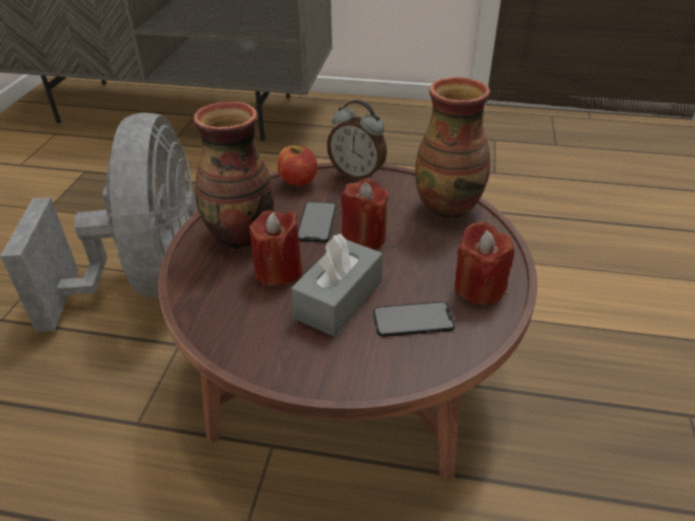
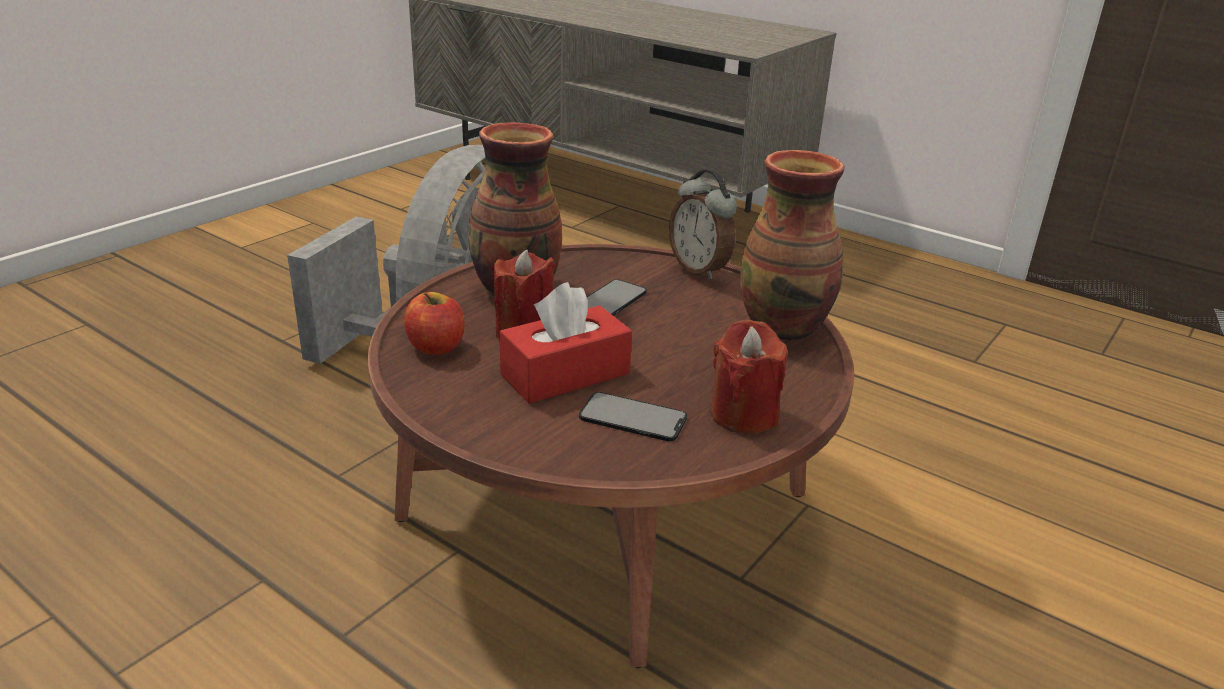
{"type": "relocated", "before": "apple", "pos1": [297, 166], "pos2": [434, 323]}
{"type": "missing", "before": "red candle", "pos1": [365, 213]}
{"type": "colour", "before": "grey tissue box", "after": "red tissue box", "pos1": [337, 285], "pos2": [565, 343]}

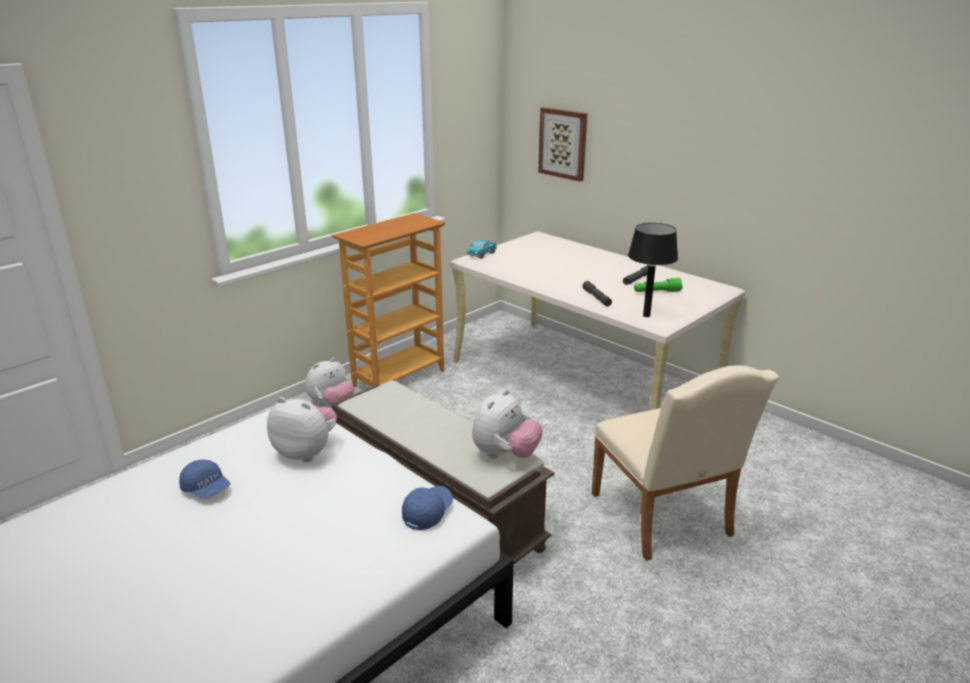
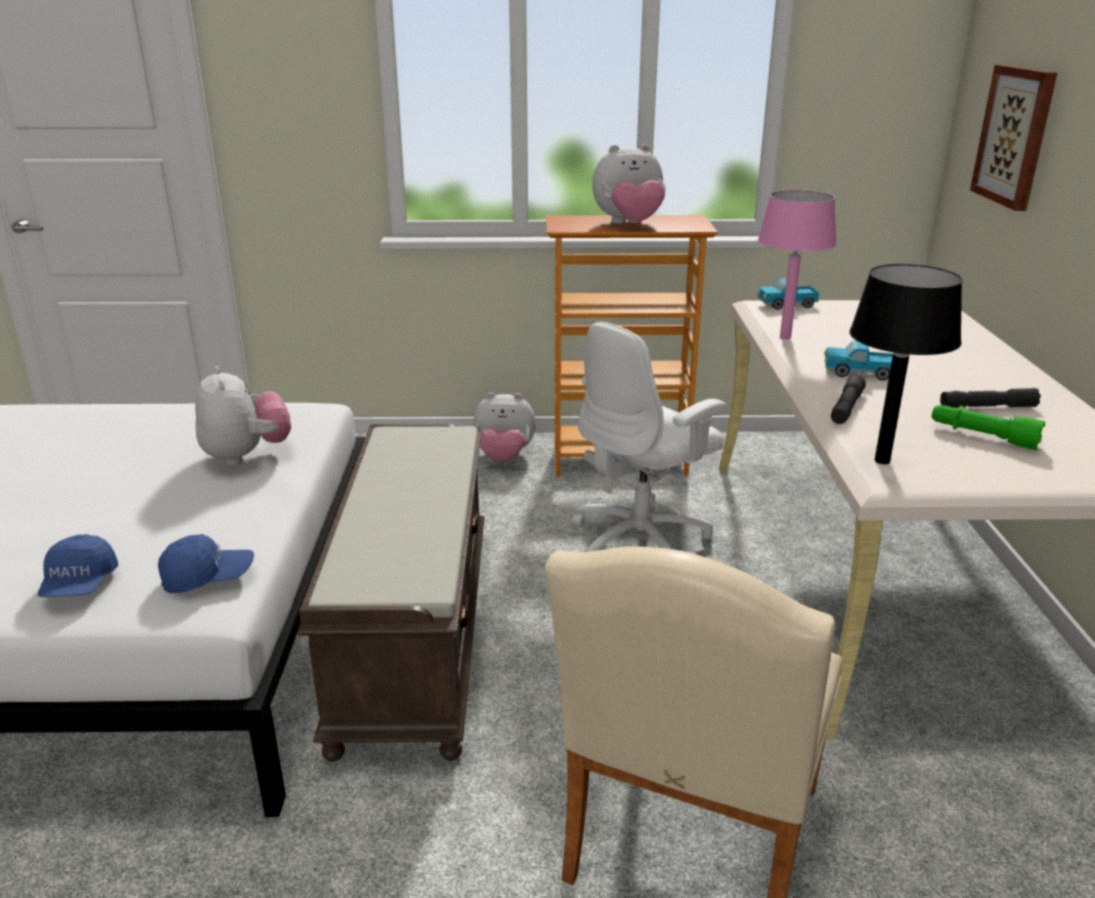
{"type": "relocated", "before": "plush toy", "pos1": [507, 423], "pos2": [629, 184]}
{"type": "relocated", "before": "blue cap", "pos1": [204, 479], "pos2": [78, 565]}
{"type": "appeared", "after": "pink table lamp", "pos2": [797, 265]}
{"type": "appeared", "after": "white office chair", "pos2": [648, 437]}
{"type": "appeared", "after": "toy truck", "pos2": [858, 360]}

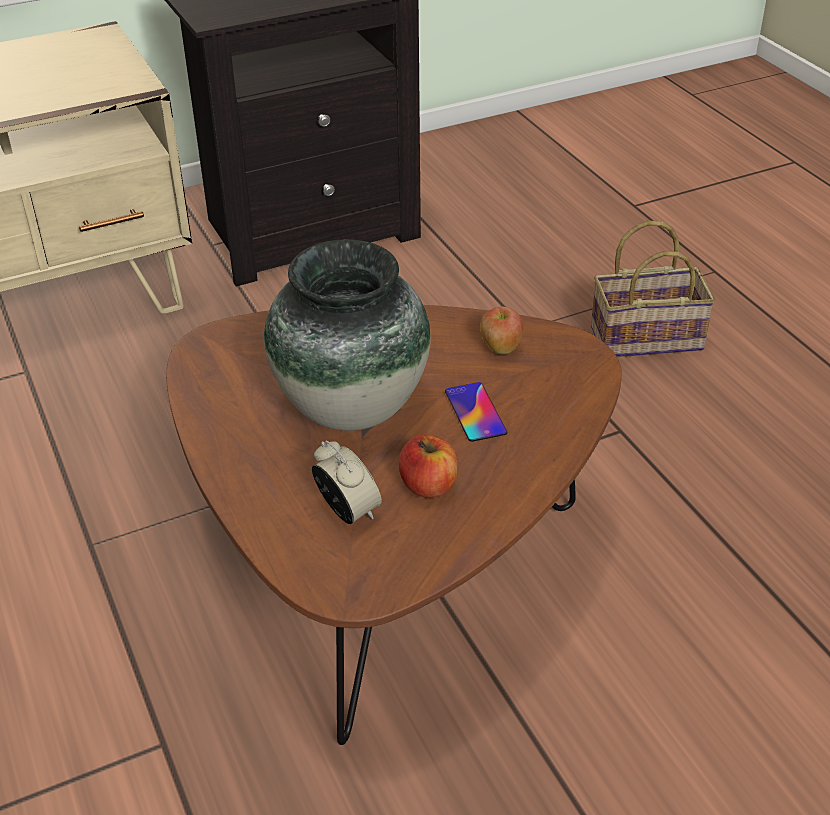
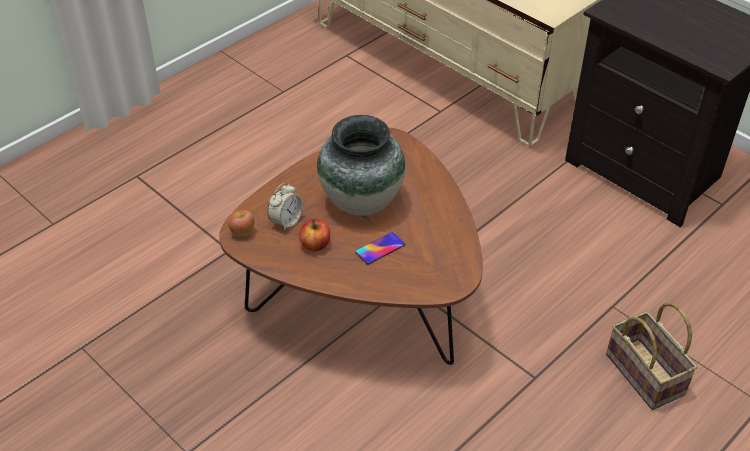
{"type": "relocated", "before": "apple", "pos1": [501, 330], "pos2": [241, 223]}

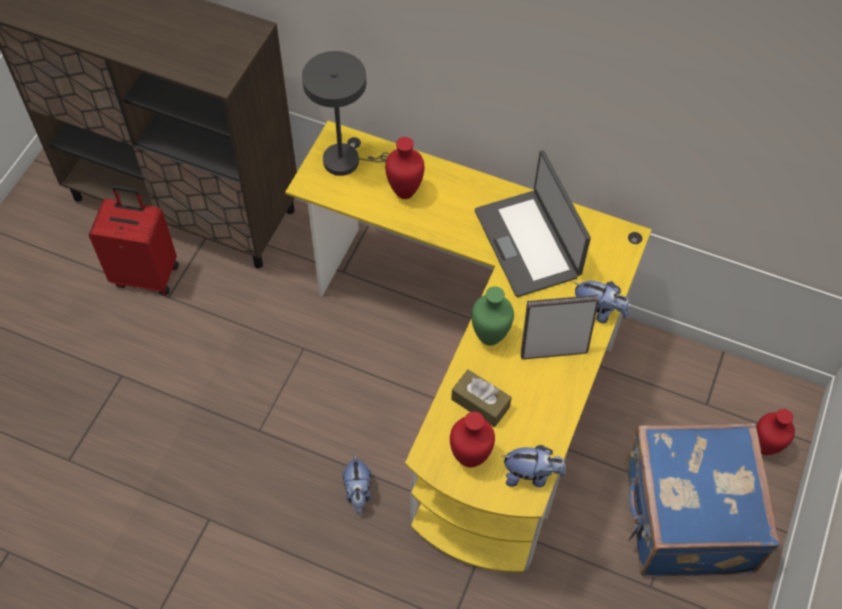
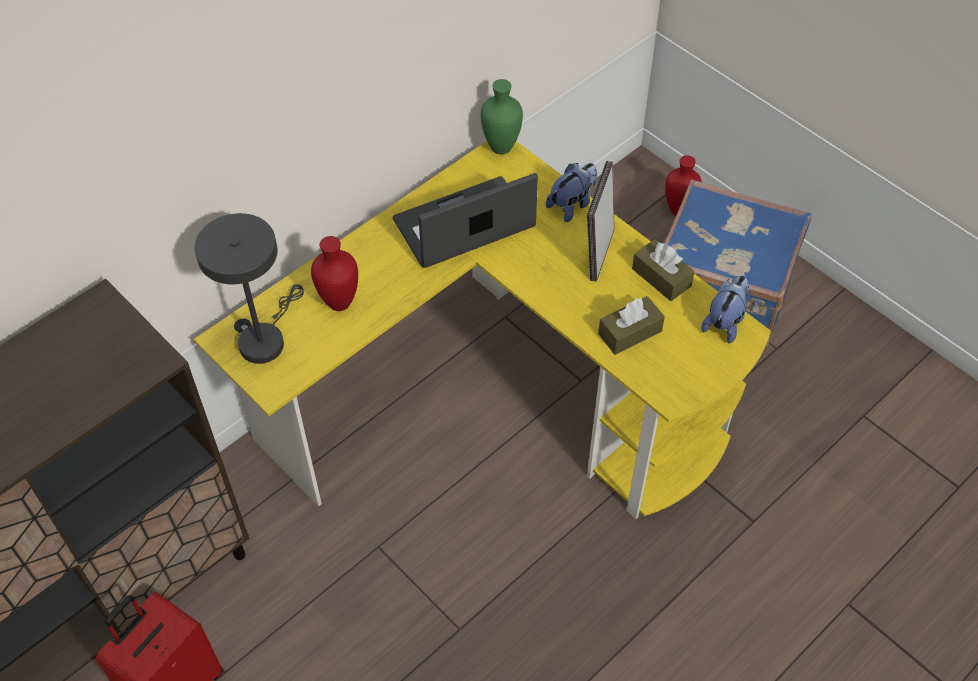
{"type": "spun", "before": "laptop", "pos1": [533, 223], "pos2": [465, 220], "turn": 150}
{"type": "relocated", "before": "green vase", "pos1": [492, 316], "pos2": [502, 116]}
{"type": "missing", "before": "red vase", "pos1": [472, 439]}
{"type": "missing", "before": "plush toy", "pos1": [356, 484]}
{"type": "appeared", "after": "brown tissue box", "pos2": [663, 270]}

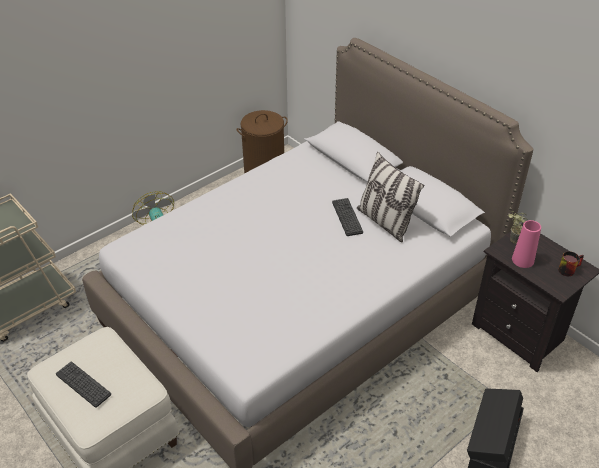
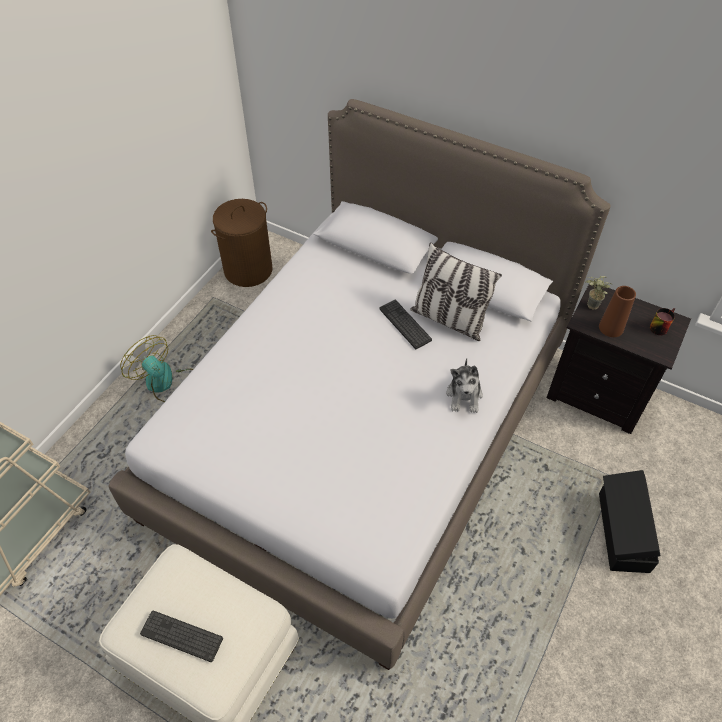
{"type": "colour", "before": "pink vase", "after": "brown vase", "pos1": [526, 244], "pos2": [617, 311]}
{"type": "appeared", "after": "plush toy", "pos2": [464, 385]}

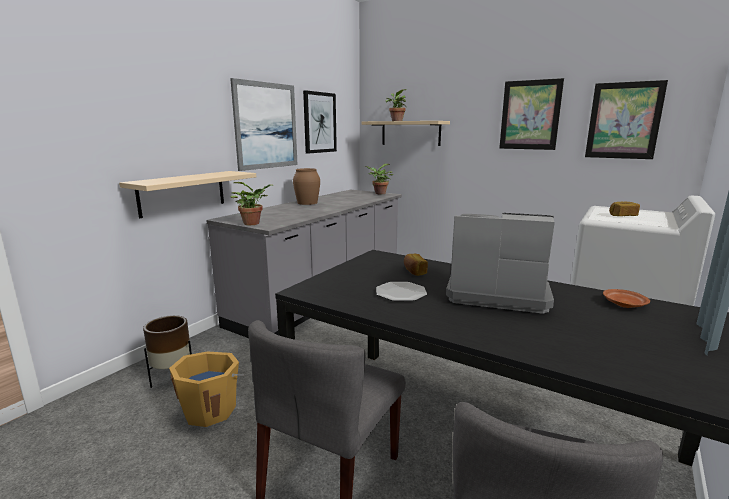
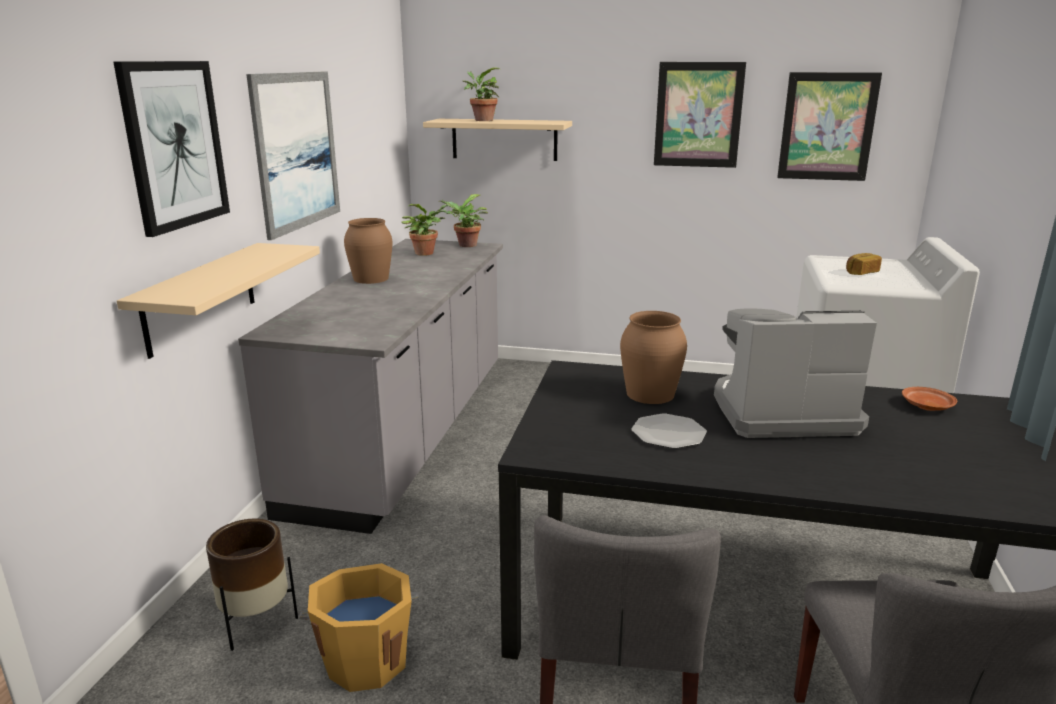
{"type": "relocated", "before": "picture", "pos1": [320, 122], "pos2": [171, 149]}
{"type": "relocated", "before": "potted plant", "pos1": [251, 203], "pos2": [426, 230]}
{"type": "exchanged", "before": "bread", "after": "brown vase", "pos1": [416, 265], "pos2": [653, 357]}

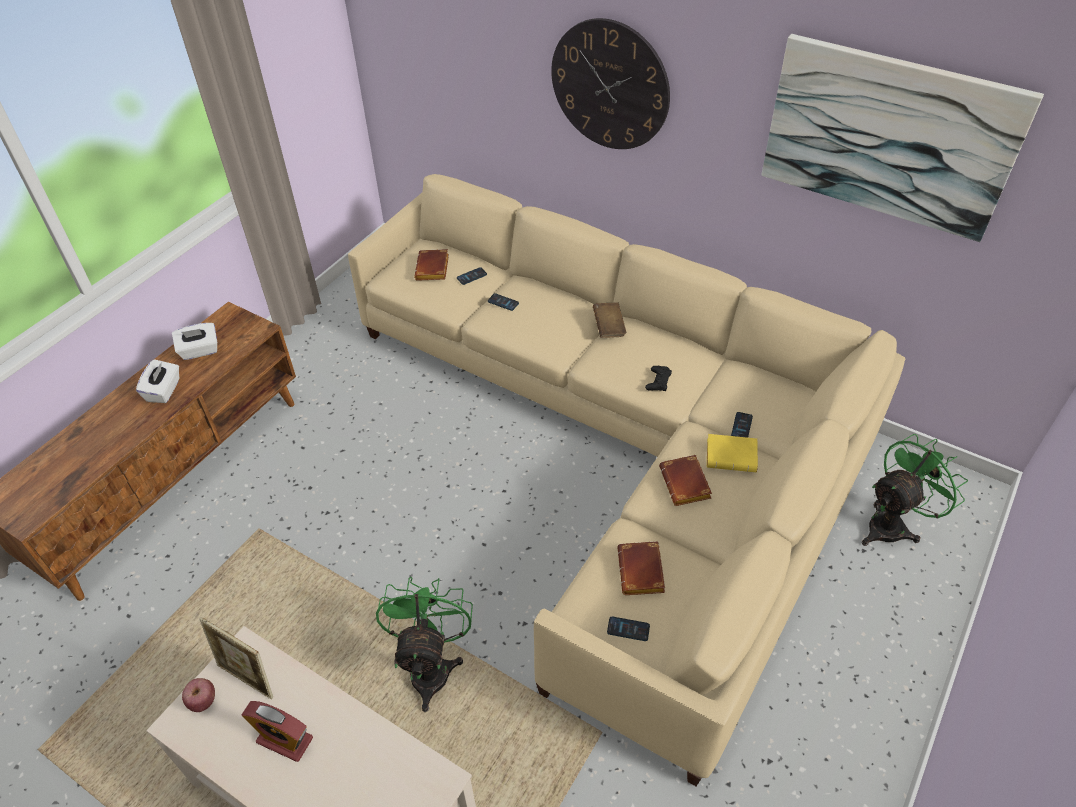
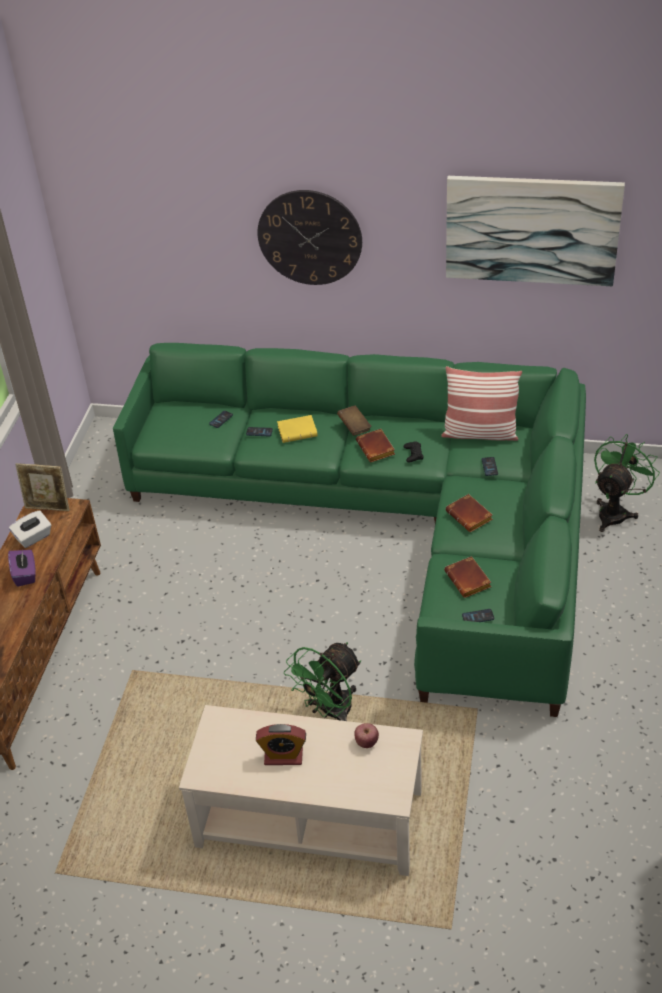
{"type": "colour", "before": "beige sofa", "after": "green sofa", "pos1": [626, 480], "pos2": [349, 530]}
{"type": "relocated", "before": "brown book", "pos1": [431, 265], "pos2": [375, 445]}
{"type": "colour", "before": "white tissue box", "after": "purple tissue box", "pos1": [157, 381], "pos2": [22, 568]}
{"type": "relocated", "before": "yellow book", "pos1": [732, 453], "pos2": [297, 429]}
{"type": "spun", "before": "green fan", "pos1": [424, 644], "pos2": [322, 681], "turn": -120}
{"type": "relocated", "before": "picture frame", "pos1": [236, 658], "pos2": [42, 487]}
{"type": "relocated", "before": "apple", "pos1": [198, 695], "pos2": [366, 735]}
{"type": "appeared", "after": "pillow", "pos2": [481, 403]}

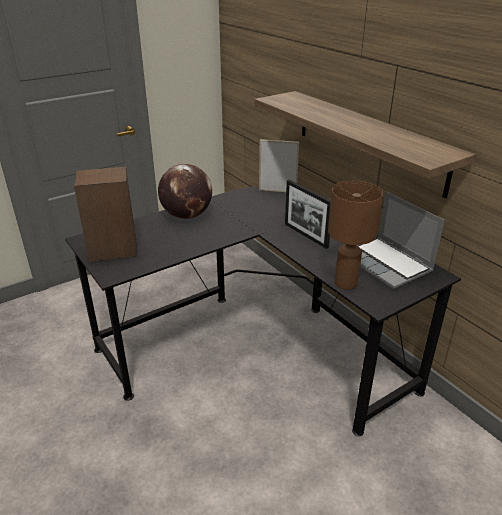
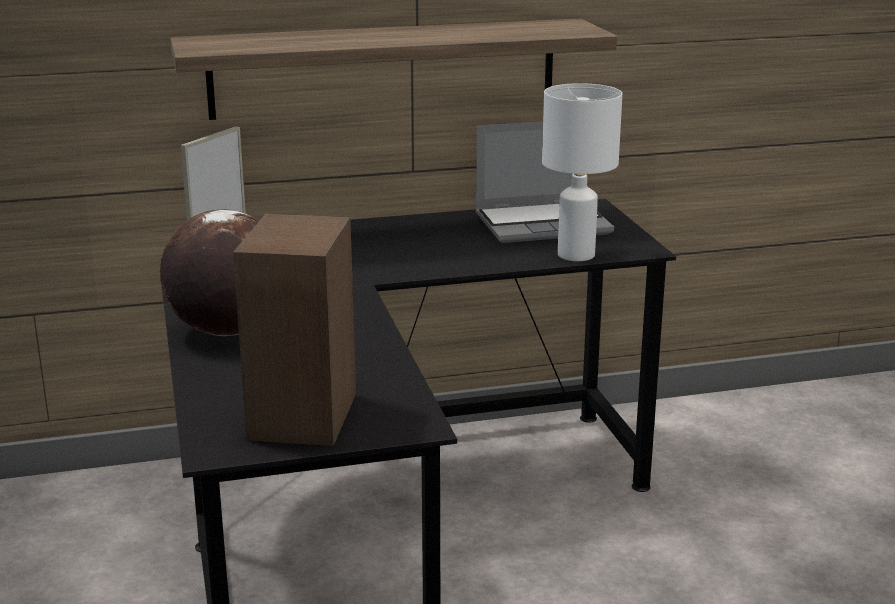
{"type": "missing", "before": "picture frame", "pos1": [308, 214]}
{"type": "colour", "before": "brown table lamp", "after": "white table lamp", "pos1": [355, 235], "pos2": [582, 172]}

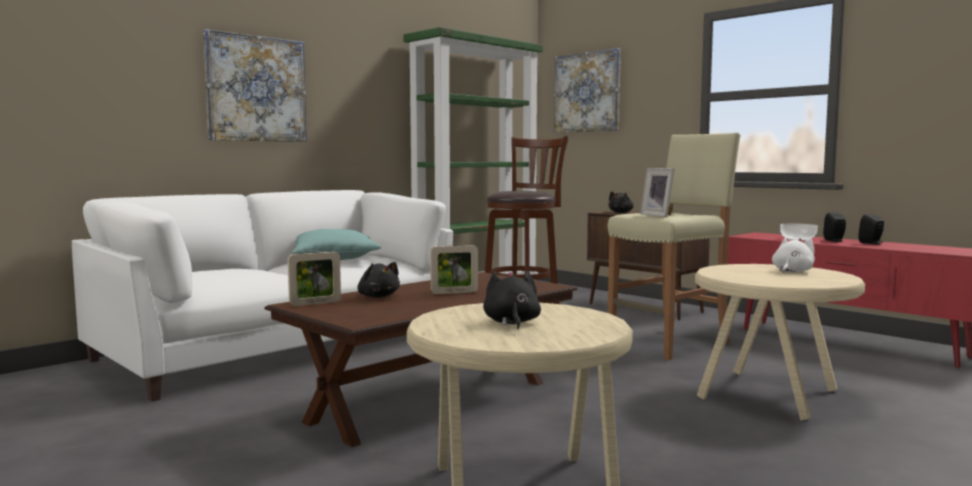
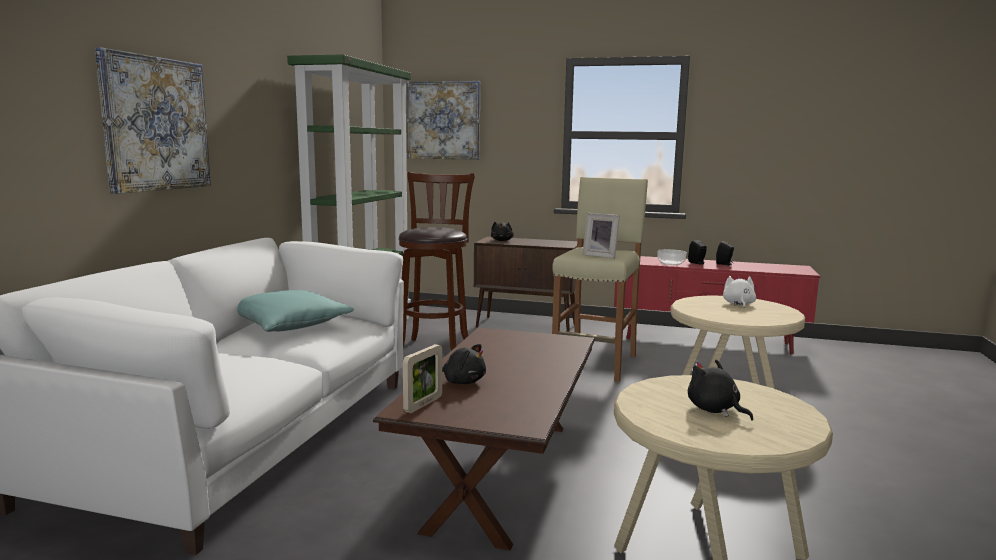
{"type": "missing", "before": "picture frame", "pos1": [454, 269]}

